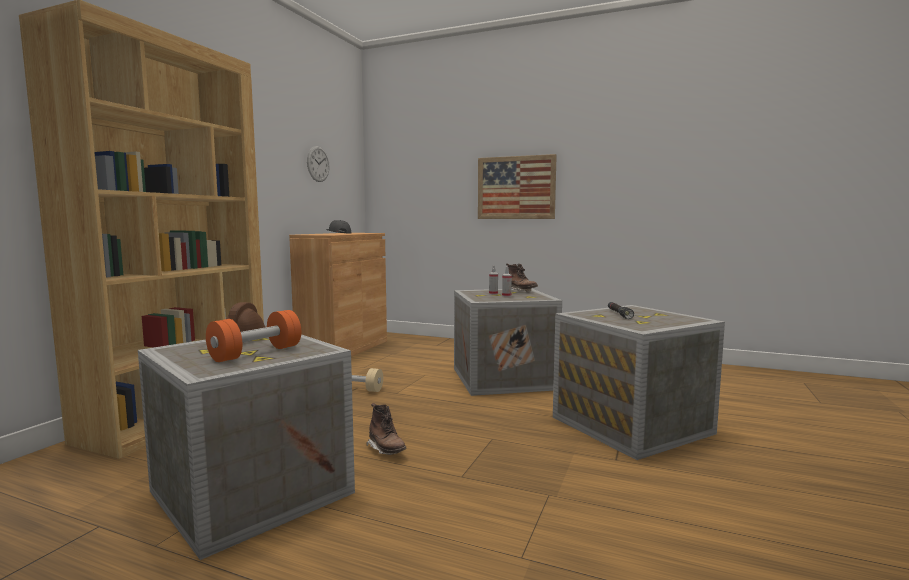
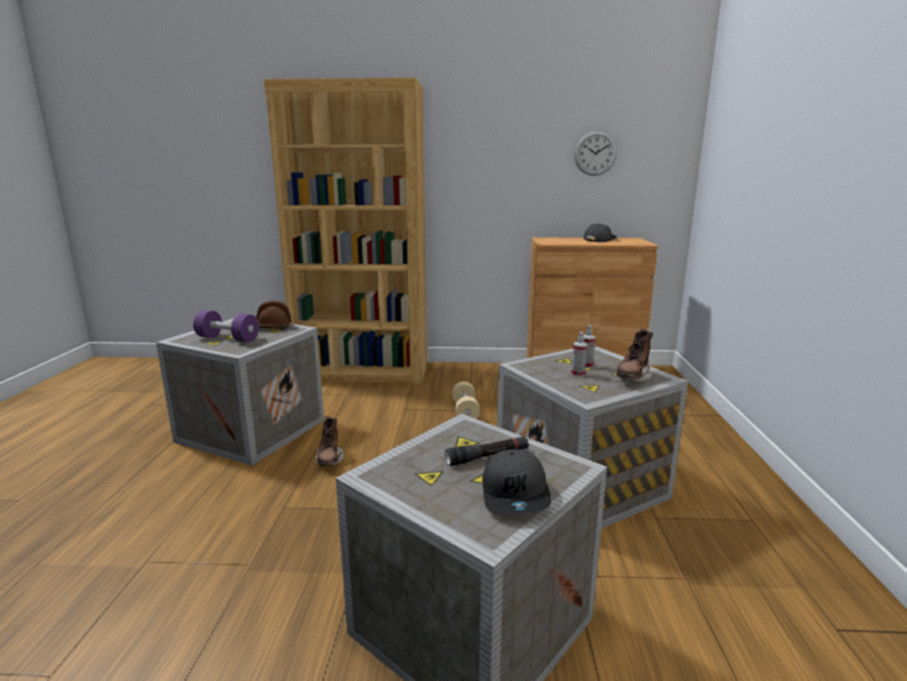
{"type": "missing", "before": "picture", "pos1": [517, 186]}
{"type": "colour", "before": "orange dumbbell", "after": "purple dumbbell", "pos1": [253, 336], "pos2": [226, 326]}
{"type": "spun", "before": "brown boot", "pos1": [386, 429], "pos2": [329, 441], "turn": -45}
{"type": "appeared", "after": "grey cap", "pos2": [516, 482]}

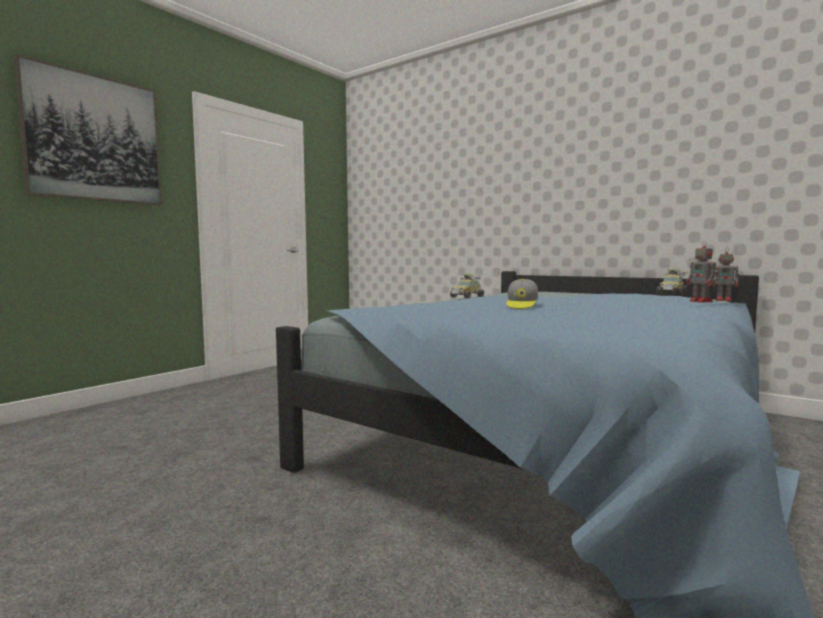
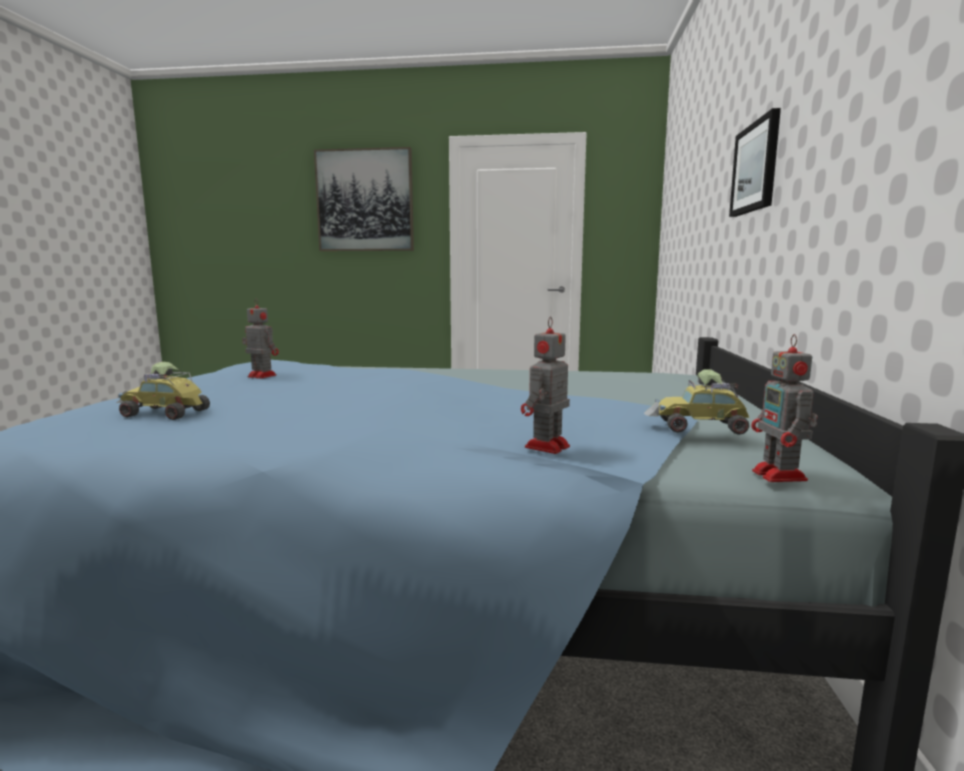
{"type": "relocated", "before": "toy car", "pos1": [467, 285], "pos2": [163, 391]}
{"type": "missing", "before": "cap", "pos1": [522, 294]}
{"type": "appeared", "after": "picture", "pos2": [755, 162]}
{"type": "appeared", "after": "toy robot", "pos2": [260, 338]}

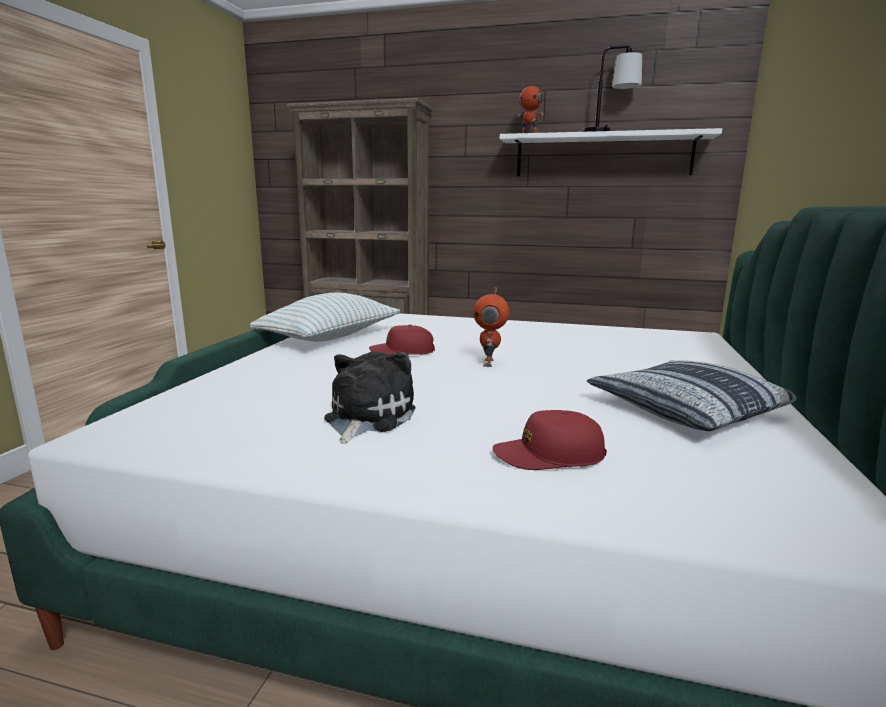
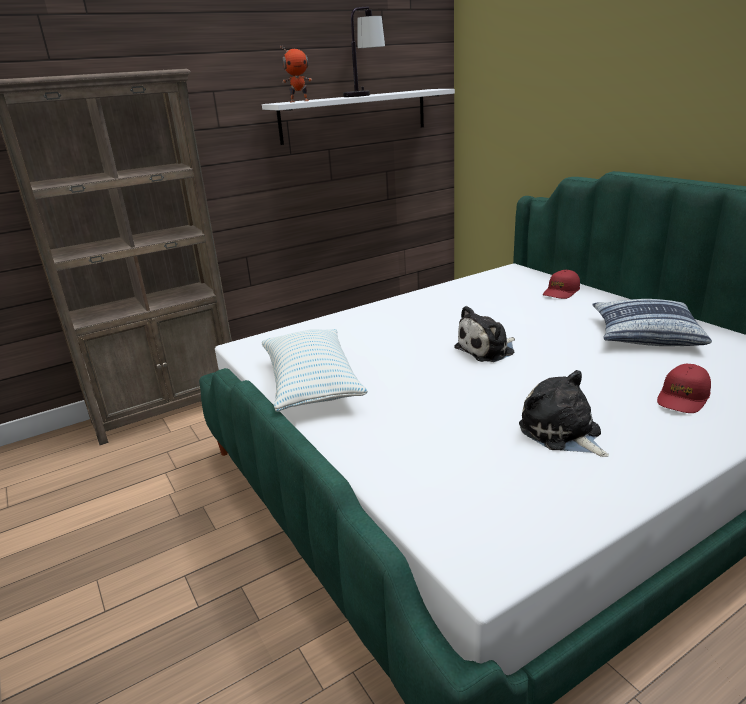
{"type": "exchanged", "before": "toy robot", "after": "plush toy", "pos1": [491, 326], "pos2": [484, 334]}
{"type": "relocated", "before": "red cap", "pos1": [402, 340], "pos2": [561, 284]}

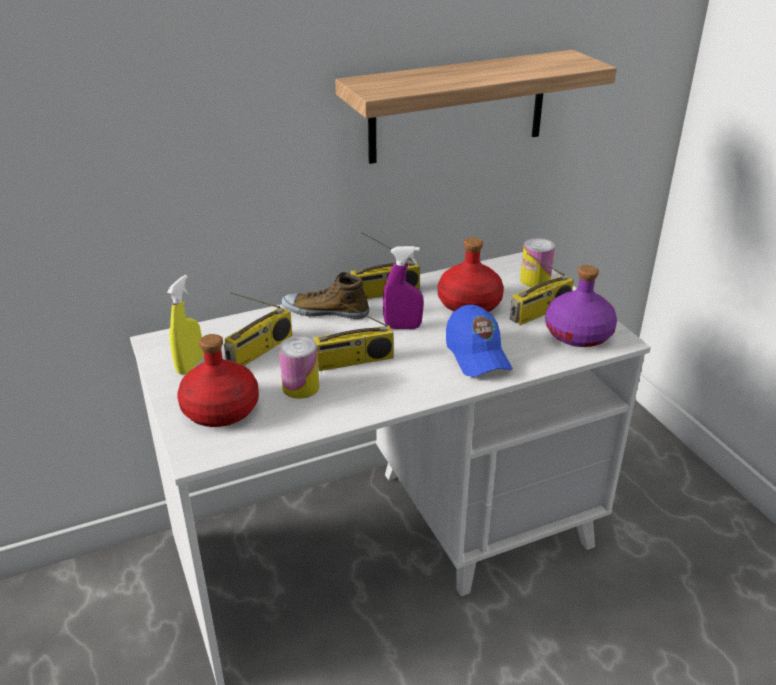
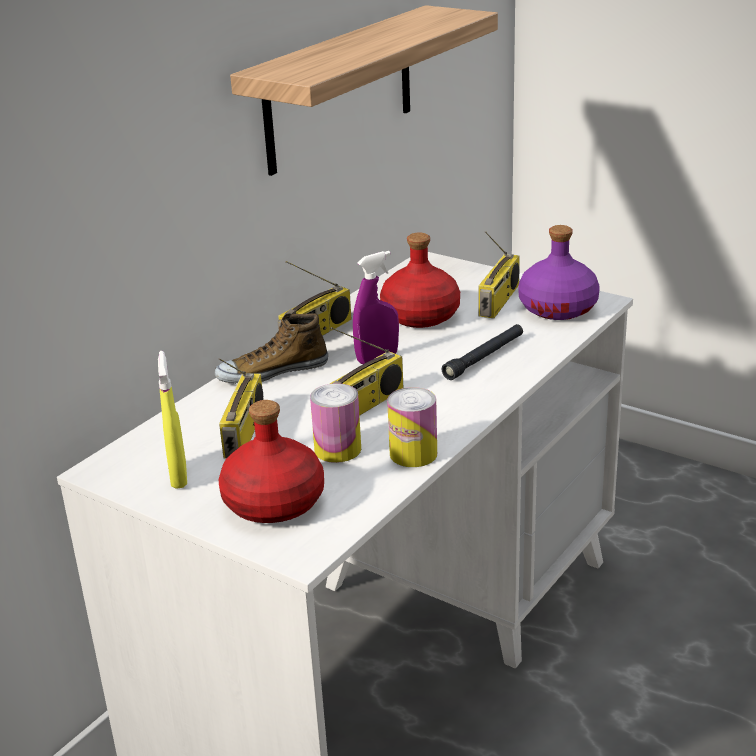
{"type": "relocated", "before": "can", "pos1": [537, 262], "pos2": [412, 427]}
{"type": "exchanged", "before": "blue cap", "after": "black flashlight", "pos1": [479, 341], "pos2": [482, 352]}

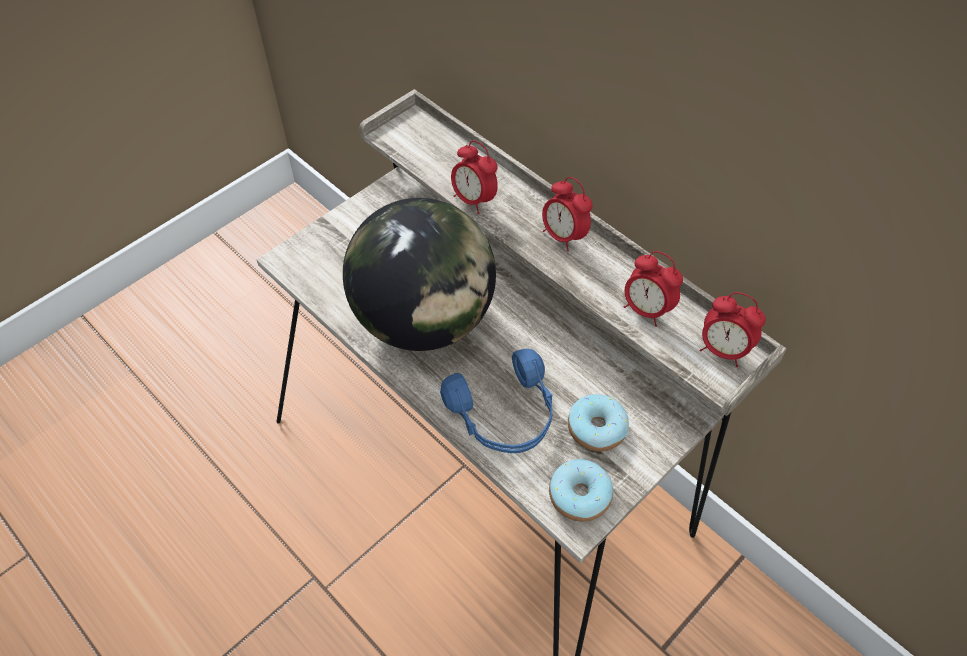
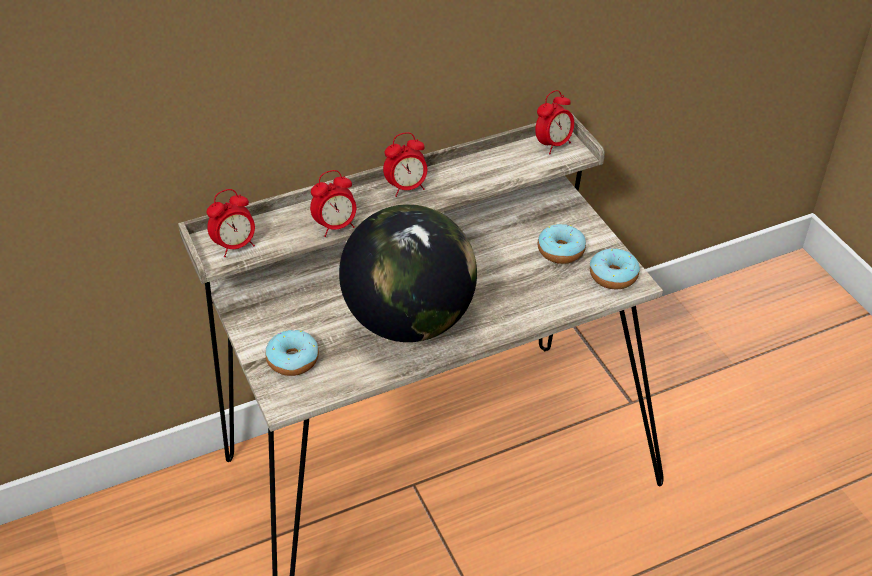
{"type": "relocated", "before": "alarm clock", "pos1": [653, 289], "pos2": [231, 223]}
{"type": "missing", "before": "blue headphones", "pos1": [496, 401]}
{"type": "appeared", "after": "donut", "pos2": [292, 353]}

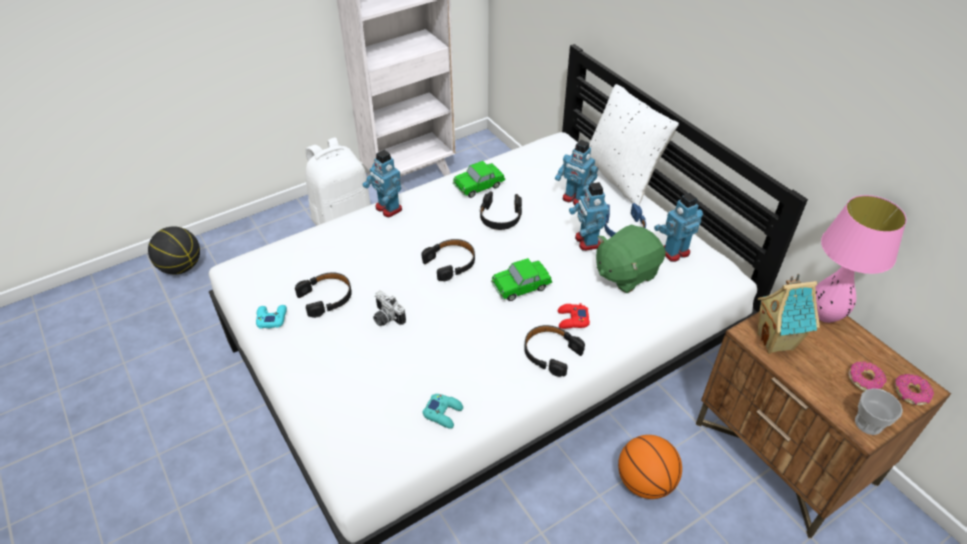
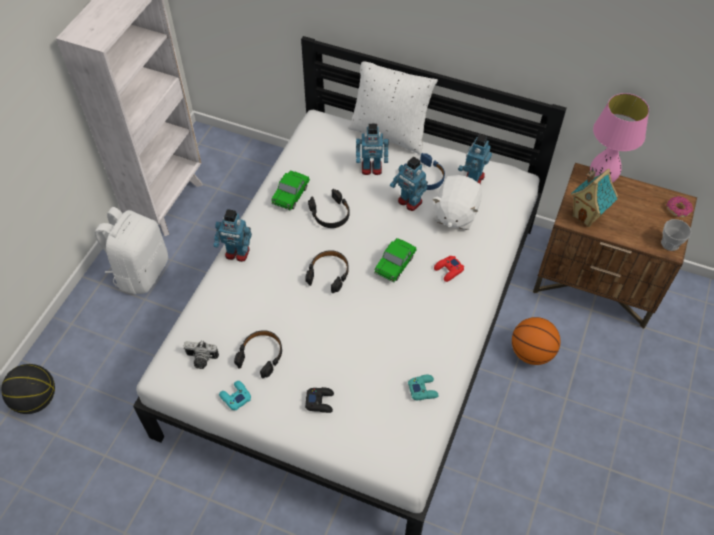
{"type": "colour", "before": "green plush toy", "after": "white plush toy", "pos1": [631, 259], "pos2": [457, 202]}
{"type": "relocated", "before": "photo camera", "pos1": [389, 308], "pos2": [201, 355]}
{"type": "missing", "before": "black headphones", "pos1": [554, 351]}
{"type": "missing", "before": "donut", "pos1": [868, 376]}
{"type": "appeared", "after": "black game controller", "pos2": [319, 400]}

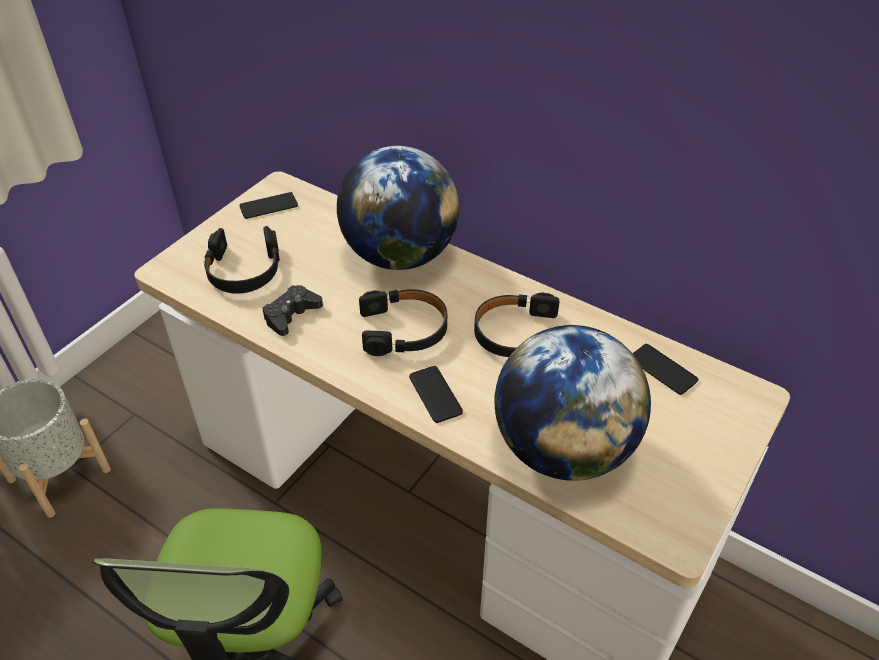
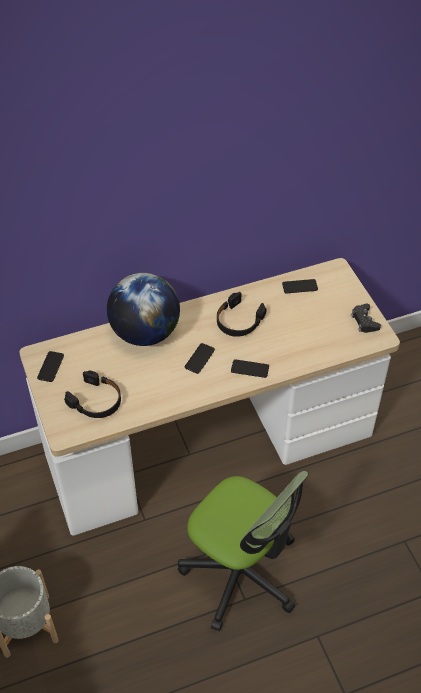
{"type": "relocated", "before": "black game controller", "pos1": [293, 310], "pos2": [366, 318]}
{"type": "exchanged", "before": "black headphones", "after": "phone", "pos1": [403, 322], "pos2": [200, 358]}
{"type": "missing", "before": "globe", "pos1": [573, 403]}

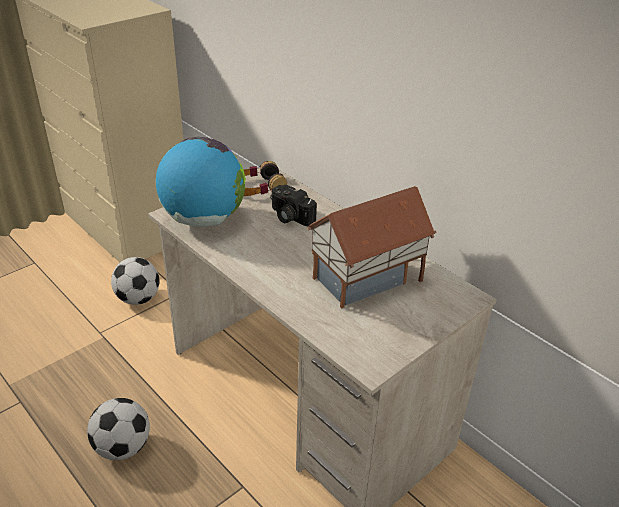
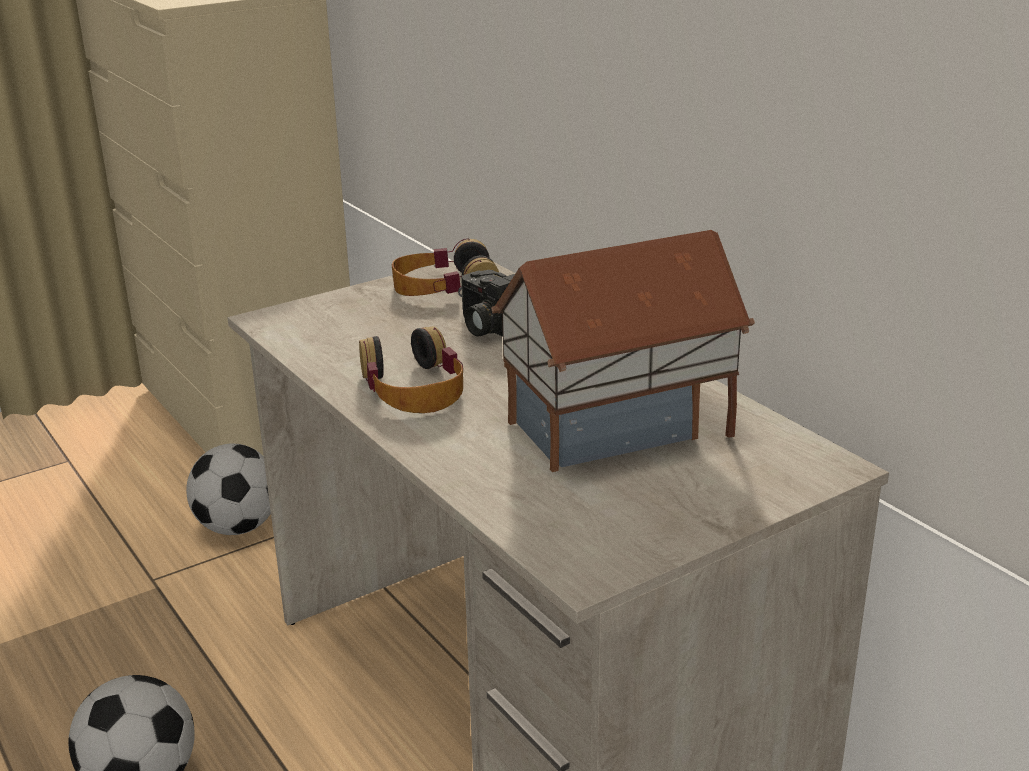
{"type": "missing", "before": "globe", "pos1": [201, 182]}
{"type": "appeared", "after": "headphones", "pos2": [411, 369]}

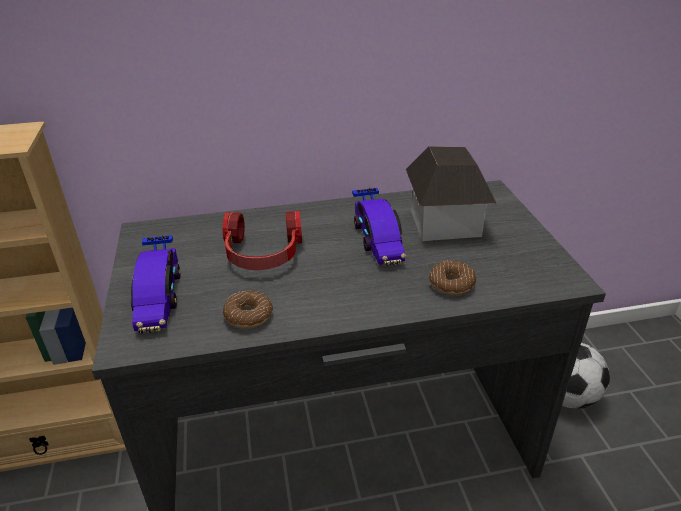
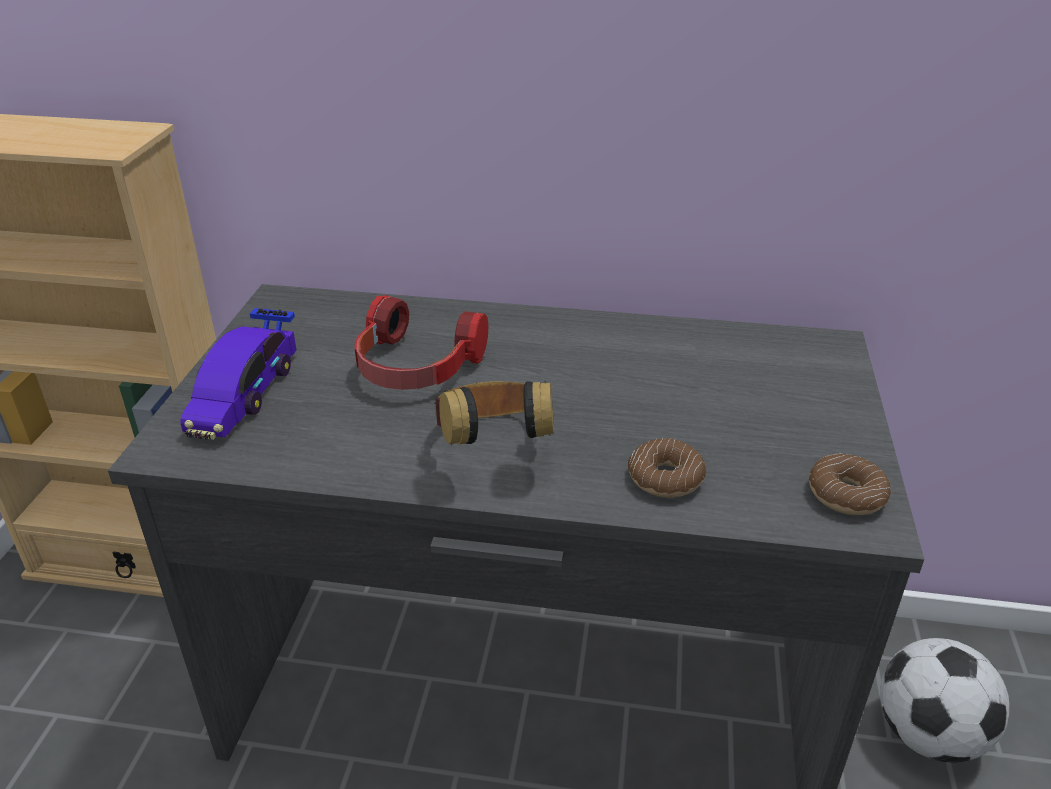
{"type": "missing", "before": "toy house", "pos1": [451, 193]}
{"type": "missing", "before": "toy car", "pos1": [379, 227]}
{"type": "relocated", "before": "donut", "pos1": [248, 310], "pos2": [850, 484]}
{"type": "appeared", "after": "headphones", "pos2": [494, 413]}

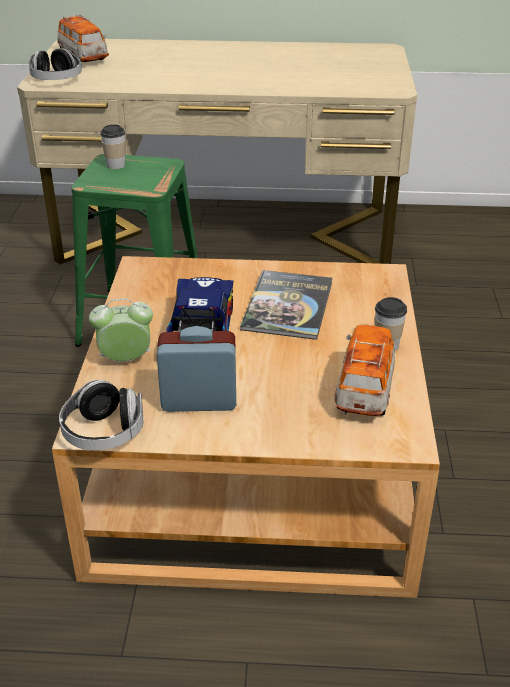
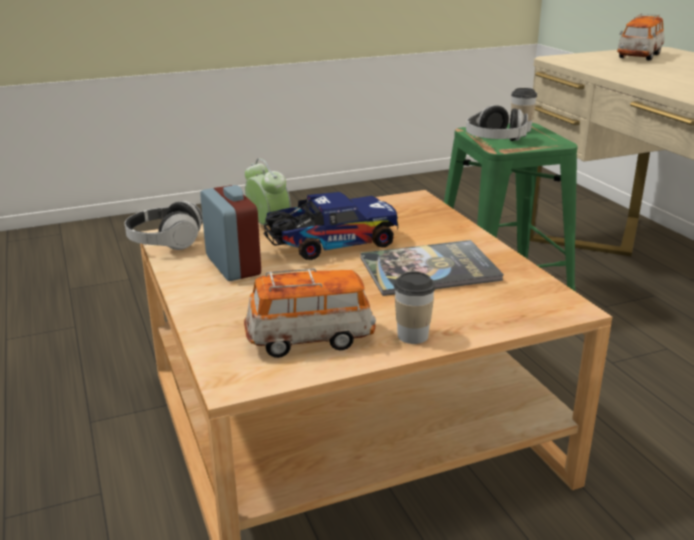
{"type": "relocated", "before": "headphones", "pos1": [55, 64], "pos2": [497, 123]}

